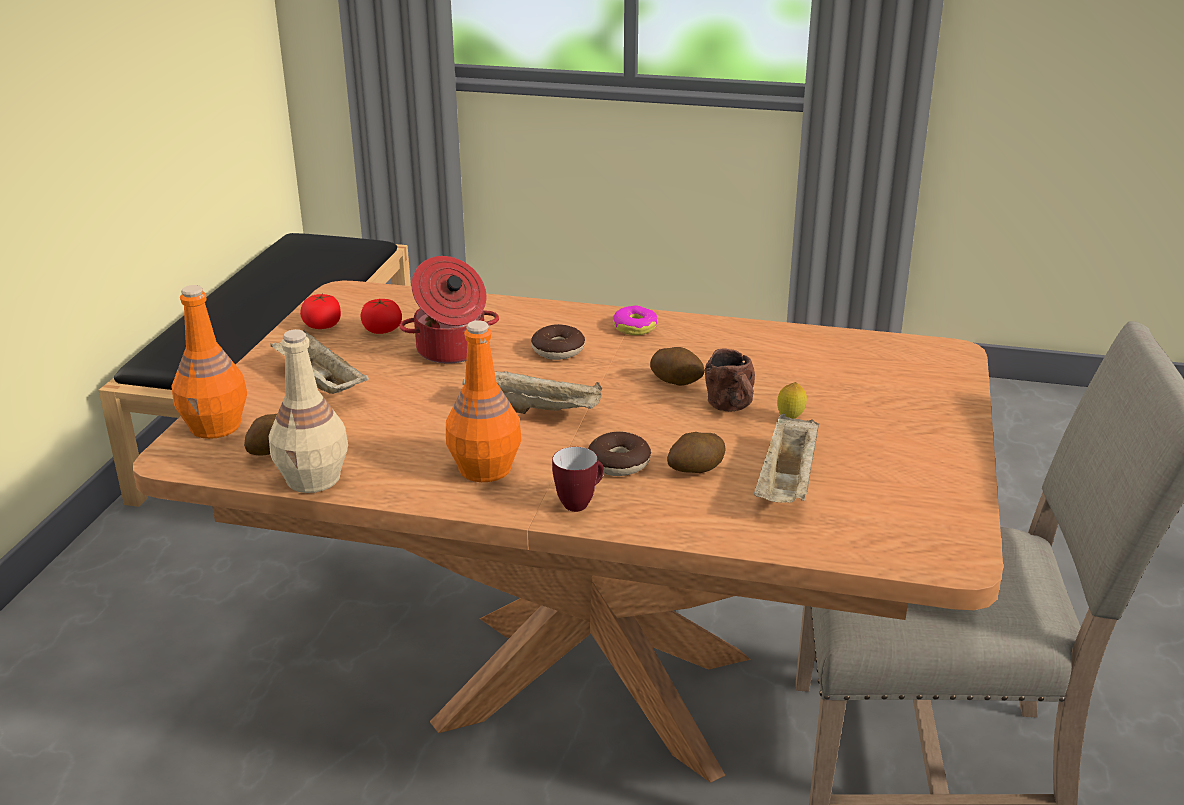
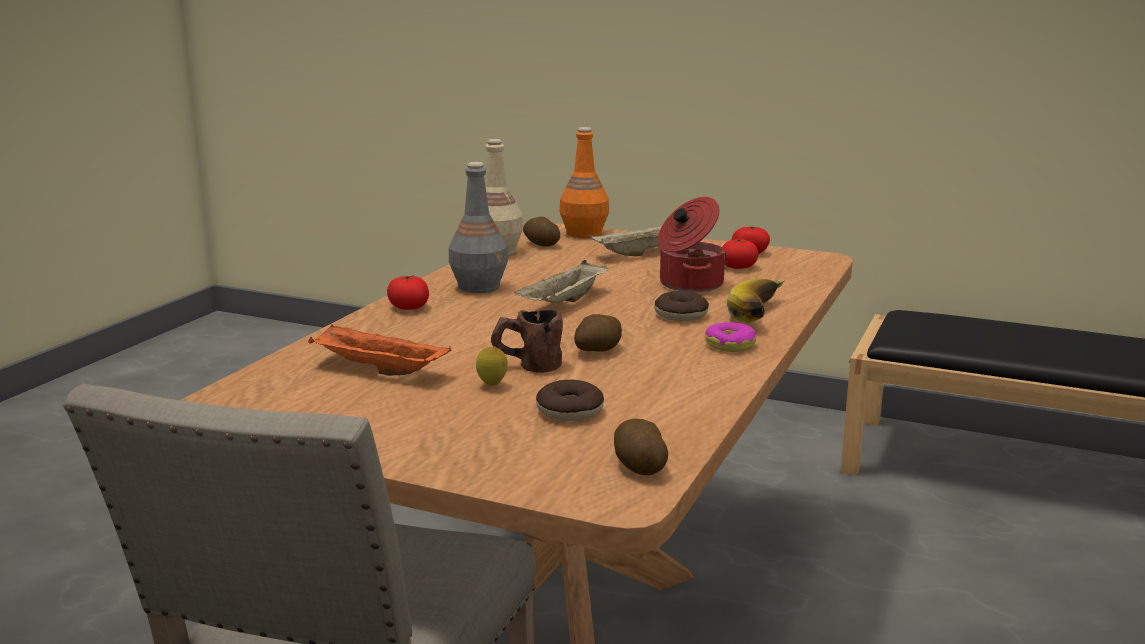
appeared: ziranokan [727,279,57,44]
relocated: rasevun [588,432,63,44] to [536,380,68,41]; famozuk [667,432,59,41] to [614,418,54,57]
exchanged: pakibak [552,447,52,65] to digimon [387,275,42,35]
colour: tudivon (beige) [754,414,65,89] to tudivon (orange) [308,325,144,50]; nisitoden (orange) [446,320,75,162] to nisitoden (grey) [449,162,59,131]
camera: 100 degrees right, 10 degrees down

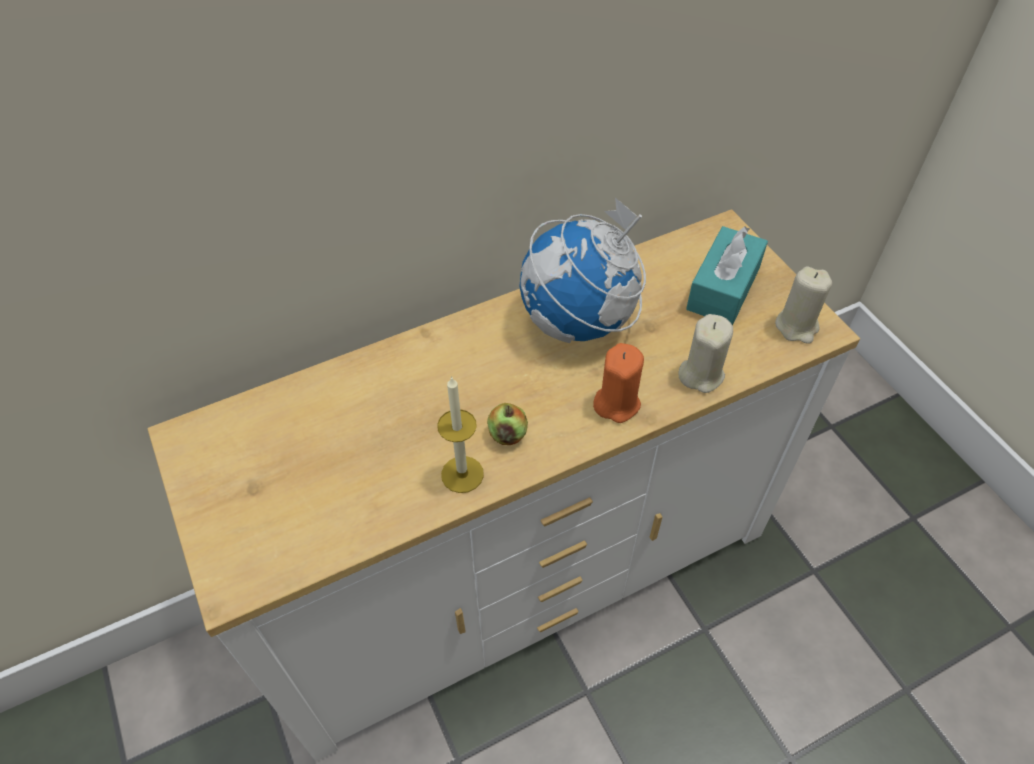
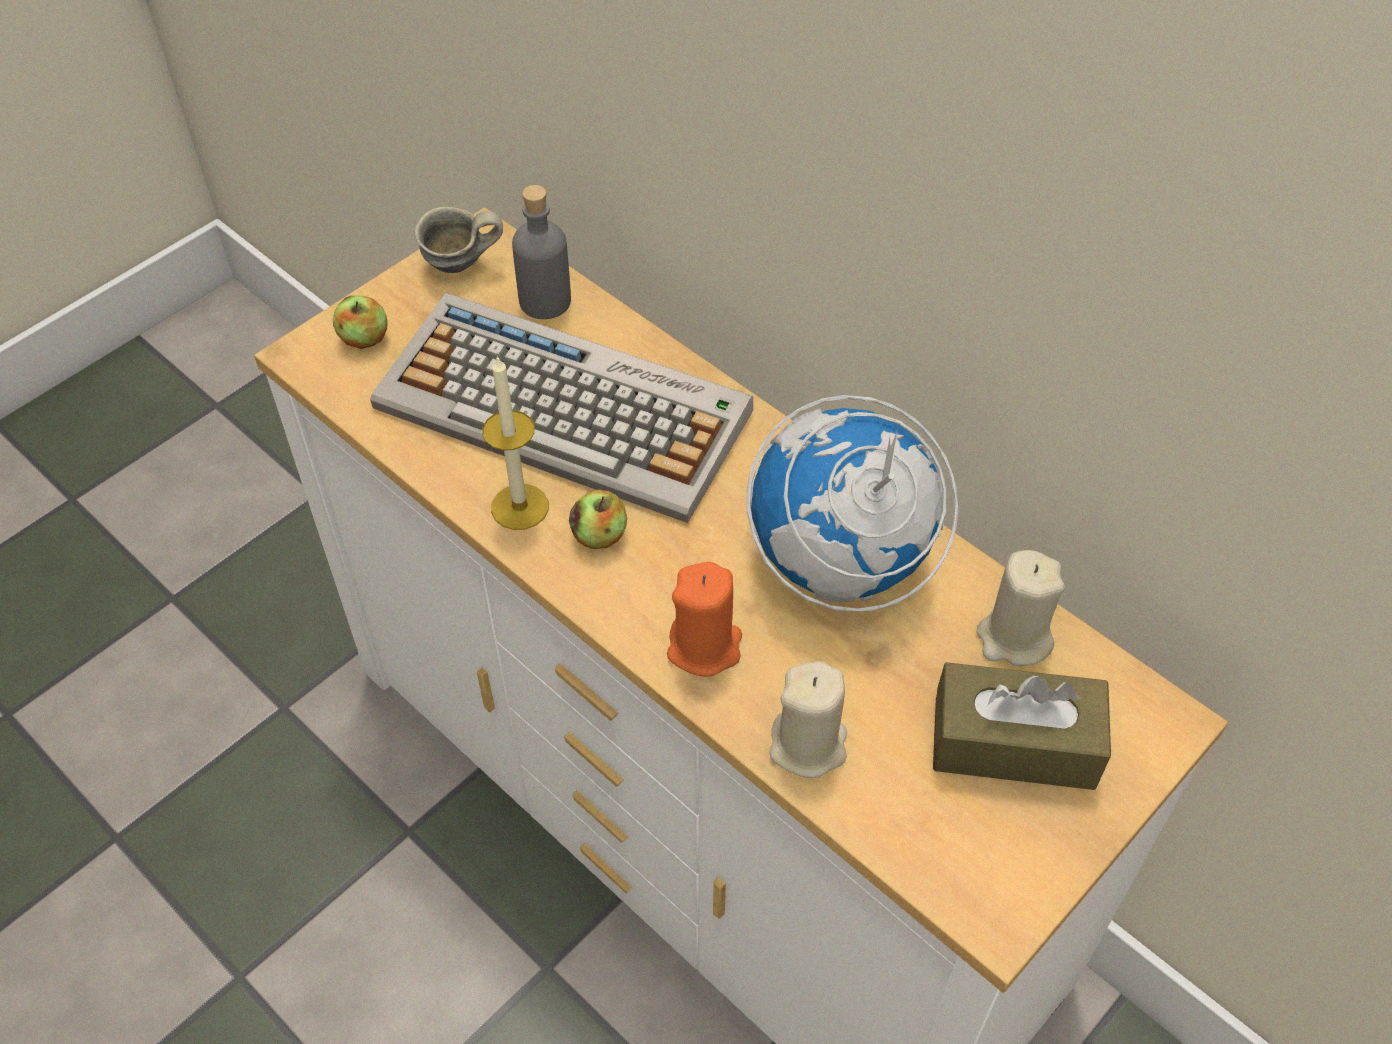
appeared: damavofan [333,296,55,53]; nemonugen [370,293,383,230]; pakibak (grey) [415,207,88,66]; nisitoden (grey) [512,185,59,134]
relocated: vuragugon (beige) [775,267,57,77] to [977,550,88,116]
colour: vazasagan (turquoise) [686,226,82,99] to vazasagan (brown) [933,662,178,128]
camera: 70 degrees right, 0 degrees up

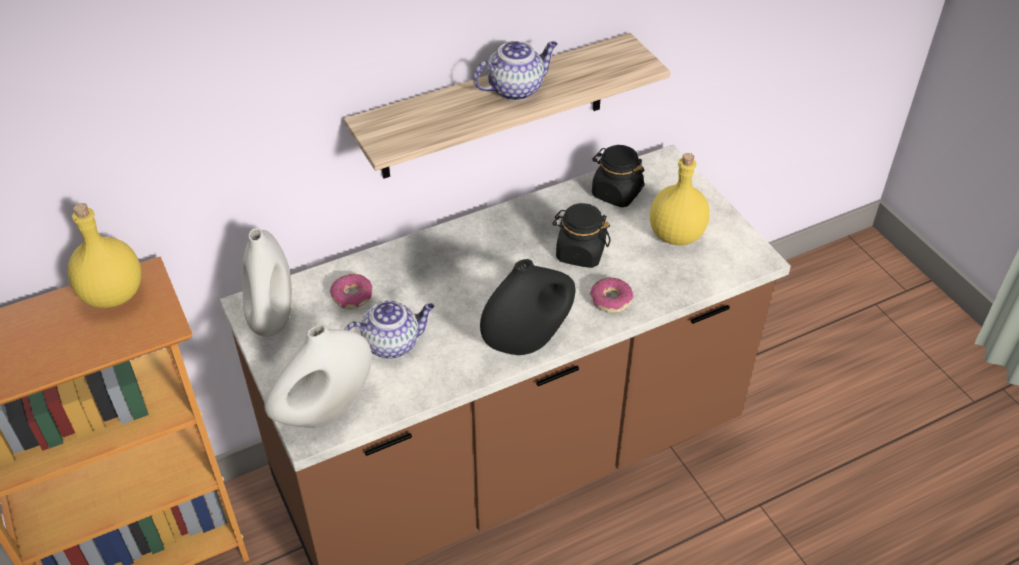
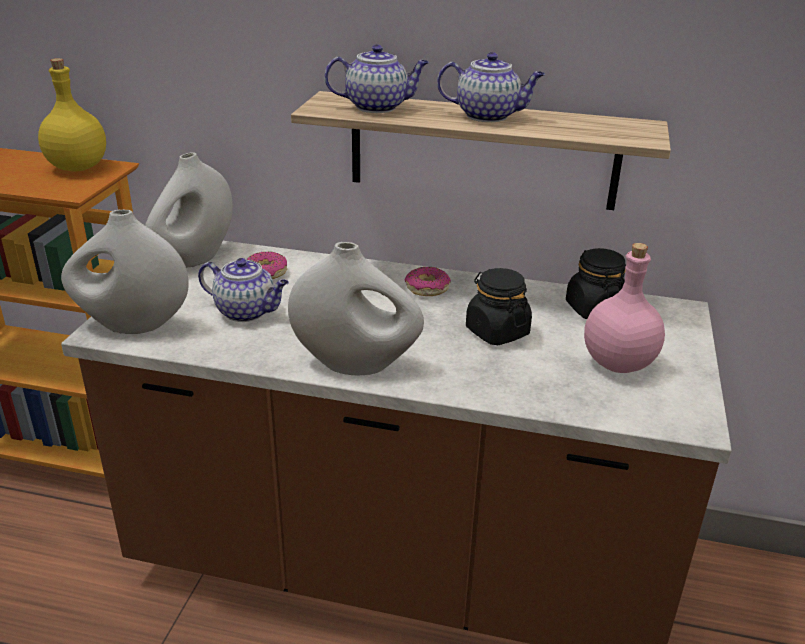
appeared: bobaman [324,45,105,68]
relocated: rasevun [590,278,44,35] to [405,267,46,29]
colour: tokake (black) [480,259,96,96] to tokake (white) [288,242,136,133]; nisitoden (yellow) [650,153,60,92] to nisitoden (pink) [584,243,81,130]
camera: 40 degrees right, 15 degrees down

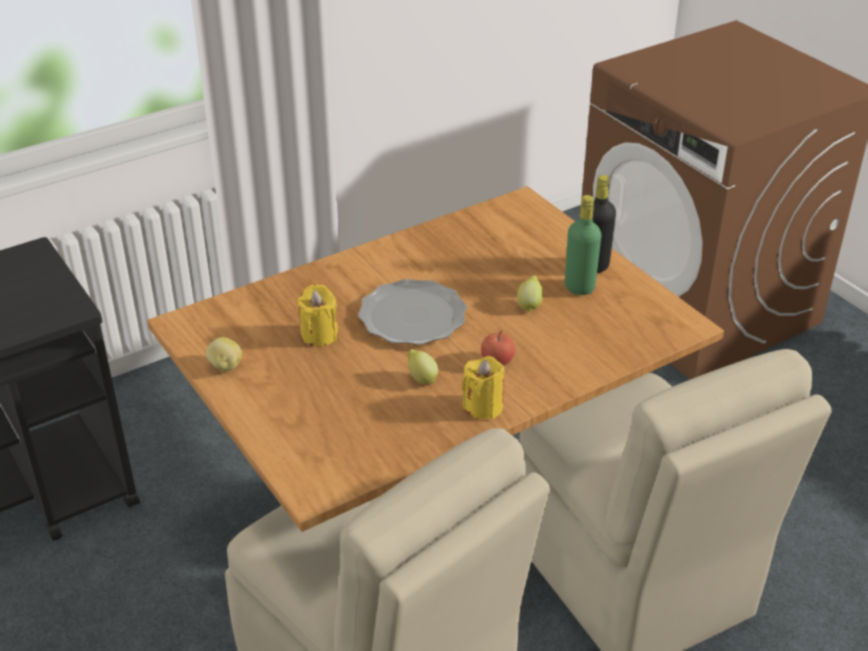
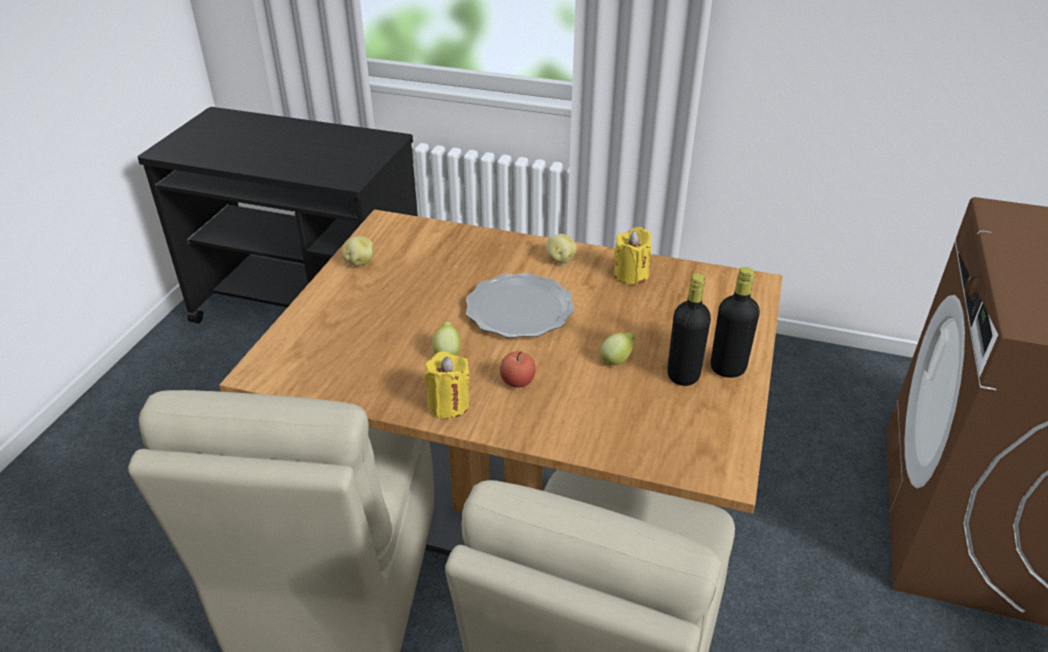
appeared: famozuk [546,234,31,29]
relocated: vuragugon (yellow) [297,284,41,63] to [614,227,38,58]
colour: nisitoden (green) [565,195,36,100] to nisitoden (black) [667,273,44,113]
camera: 50 degrees right, 0 degrees up

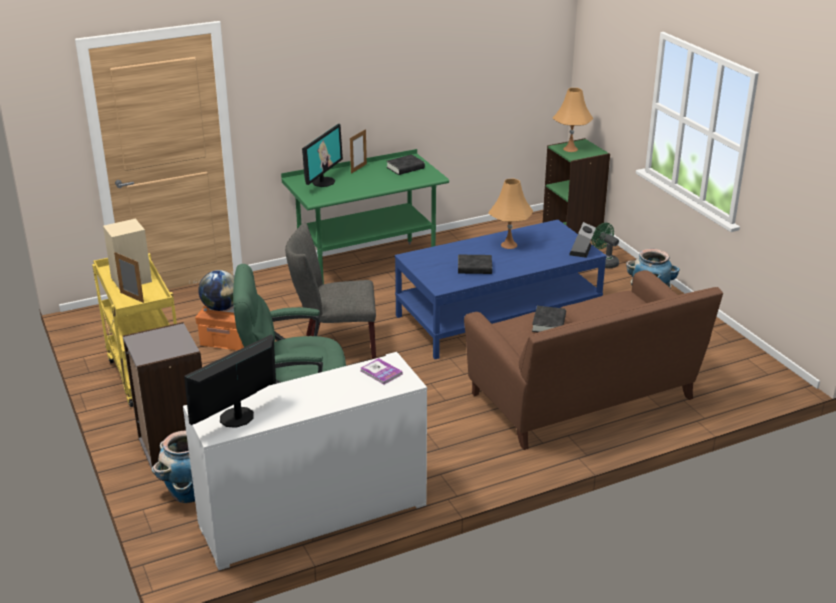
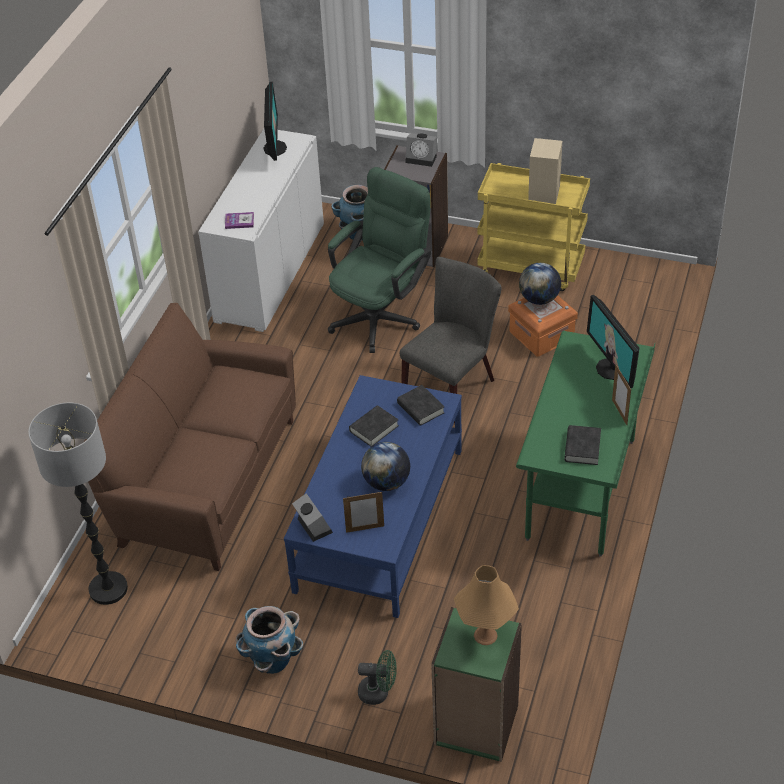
appeared: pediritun [28,403,100,202]; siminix [405,133,32,34]
relocated: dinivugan [114,252,30,51] to [343,491,41,42]; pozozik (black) [532,306,34,26] to [397,385,48,41]
exchanged: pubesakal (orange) [488,179,45,70] to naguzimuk [361,442,49,49]
camera: 135 degrees right, 15 degrees up

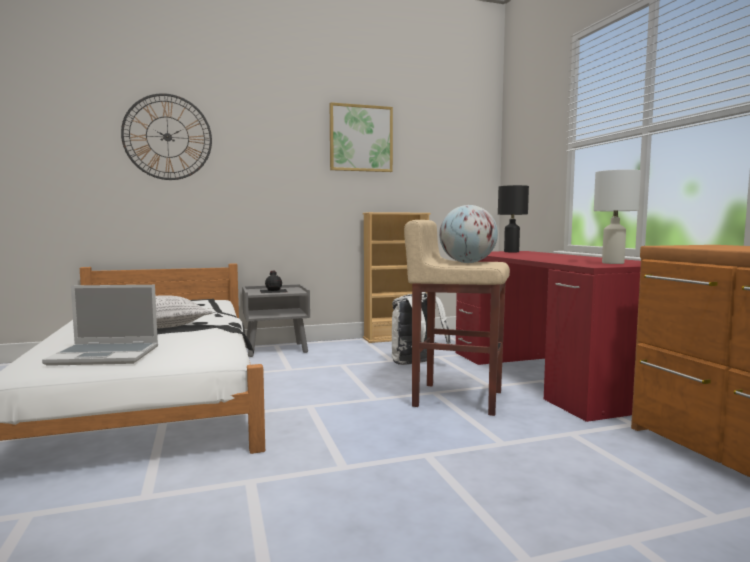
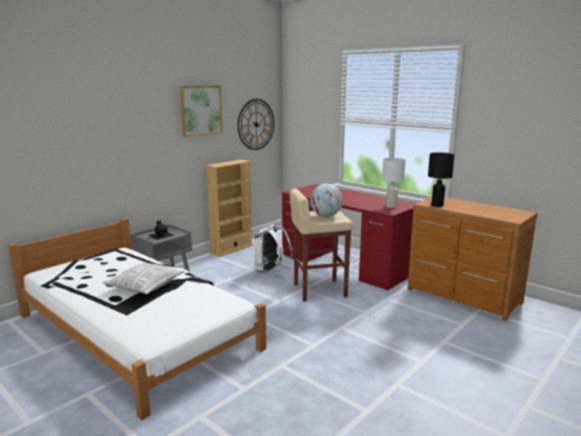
missing: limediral [42,285,116,81]
relocated: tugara [121,93,91,87] to [238,99,36,51]; pubesakal (black) [498,185,31,67] to [428,152,27,55]
camera: 30 degrees left, 10 degrees up

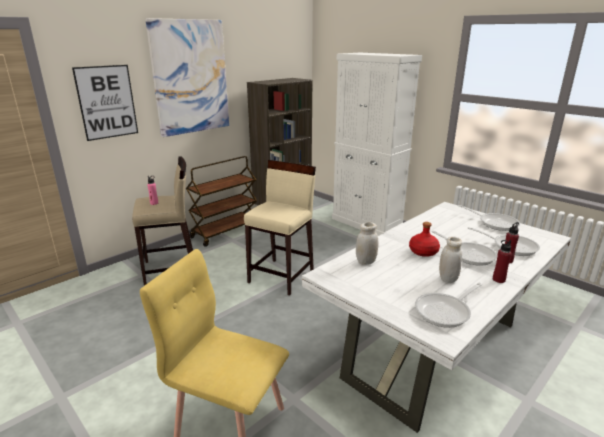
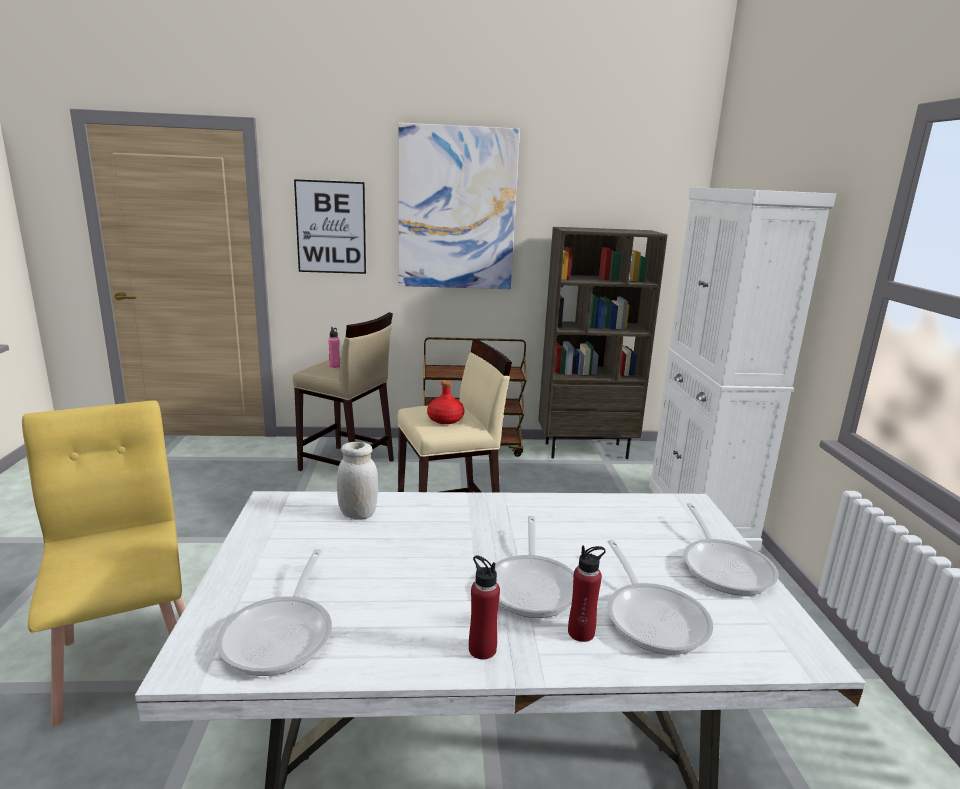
missing: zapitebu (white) [439,237,23,46]
relocated: nisitoden (red) [409,222,31,35] to [427,380,37,44]
spun: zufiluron [415,283,67,45] = [216,549,116,127] 90 degrees counterclockwise
camera: 40 degrees right, 5 degrees down

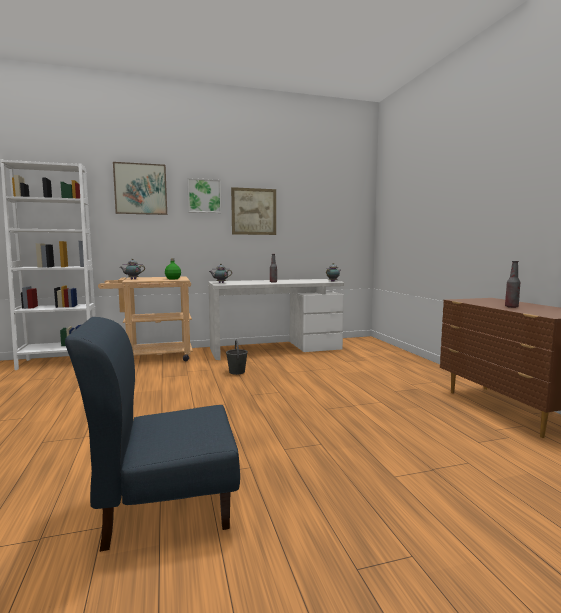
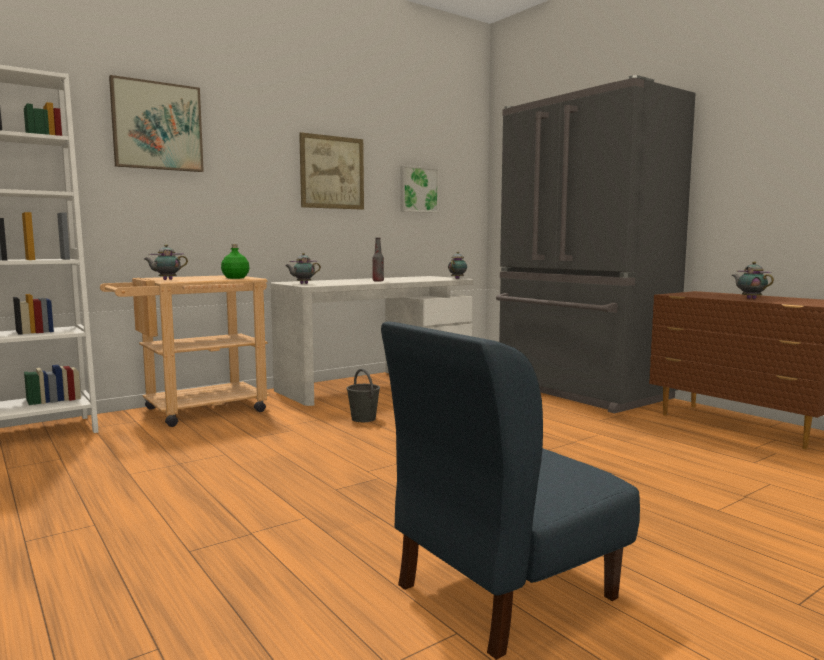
appeared: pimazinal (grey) [496,75,200,339]
relocated: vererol [187,178,34,35] to [400,165,39,48]
exchanged: nisitoden [505,261,15,47] to bobaman [732,262,42,37]
camera: 20 degrees left, 0 degrees up

